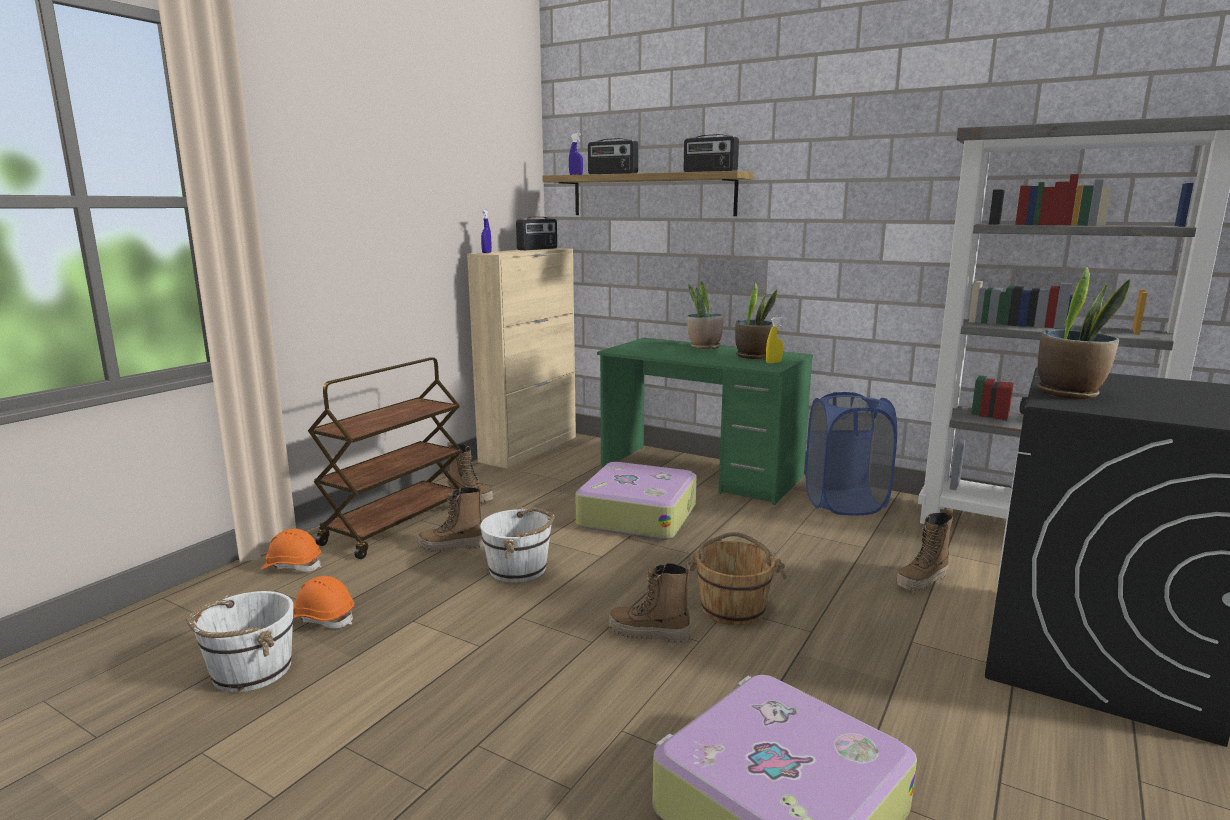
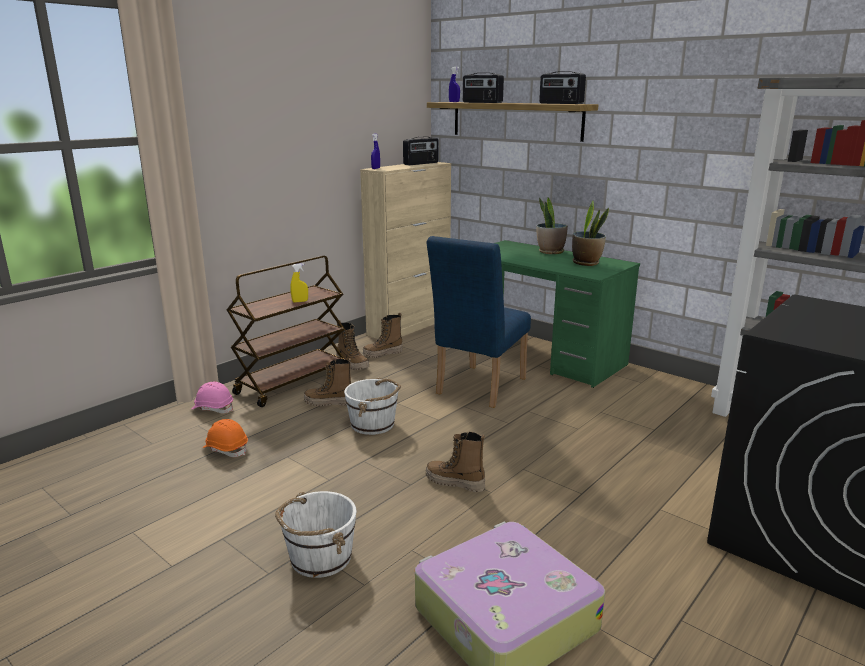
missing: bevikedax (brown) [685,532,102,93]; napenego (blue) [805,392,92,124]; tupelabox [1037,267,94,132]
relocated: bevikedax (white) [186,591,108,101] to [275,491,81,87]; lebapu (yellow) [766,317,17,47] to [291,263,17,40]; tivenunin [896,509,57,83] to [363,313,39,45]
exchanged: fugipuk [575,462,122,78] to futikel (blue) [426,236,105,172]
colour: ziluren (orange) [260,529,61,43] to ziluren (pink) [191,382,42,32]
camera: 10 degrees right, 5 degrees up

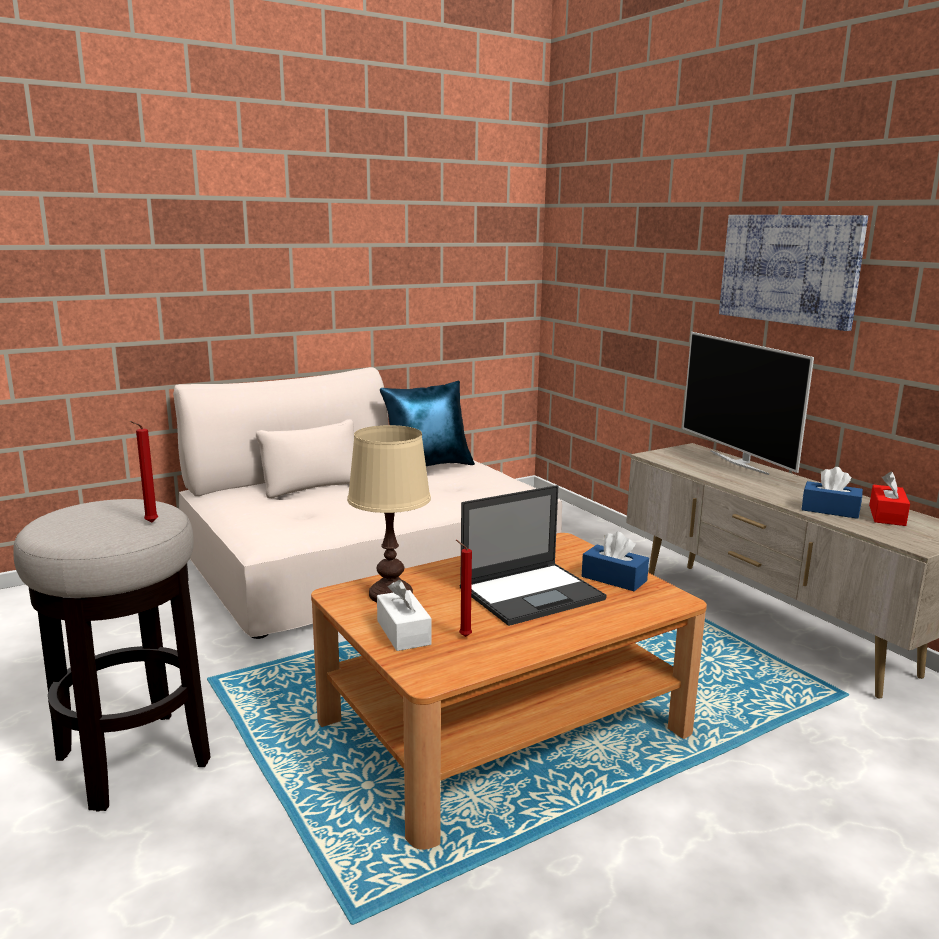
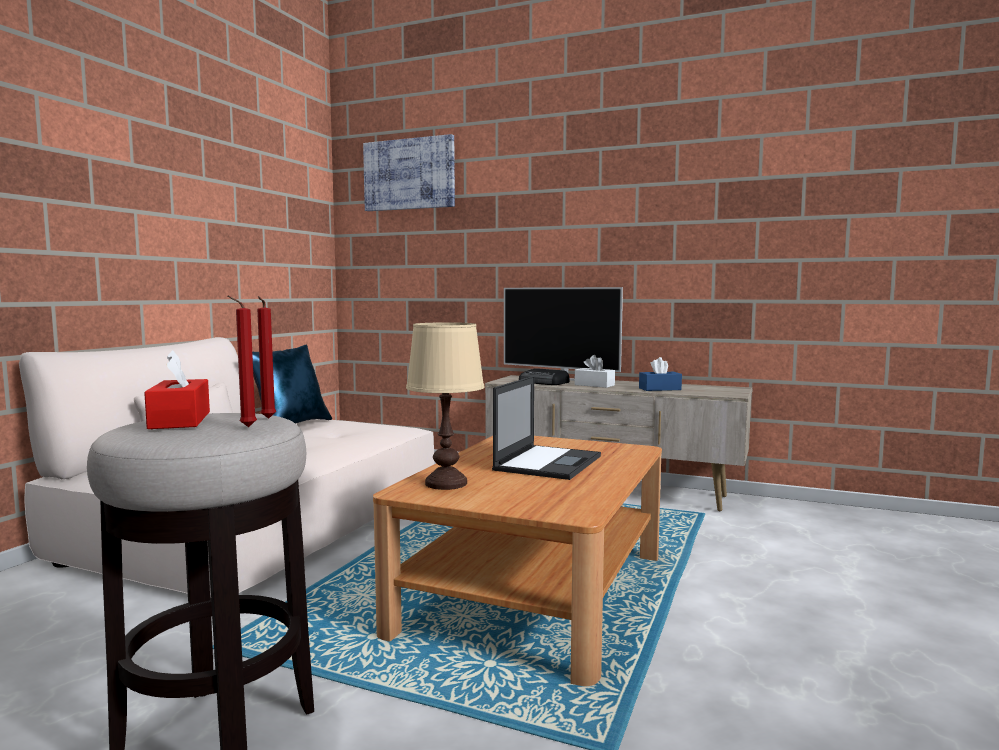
missing: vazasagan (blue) [582,532,67,59]
appeared: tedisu [519,368,51,17]
relocated: vazasagan (red) [869,472,41,54] to [144,350,66,79]; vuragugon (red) [456,540,16,97] to [228,296,29,131]; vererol [719,215,149,116] to [363,134,92,77]; vazasagan (white) [377,580,54,71] to [575,355,40,33]
camera: 35 degrees left, 10 degrees down

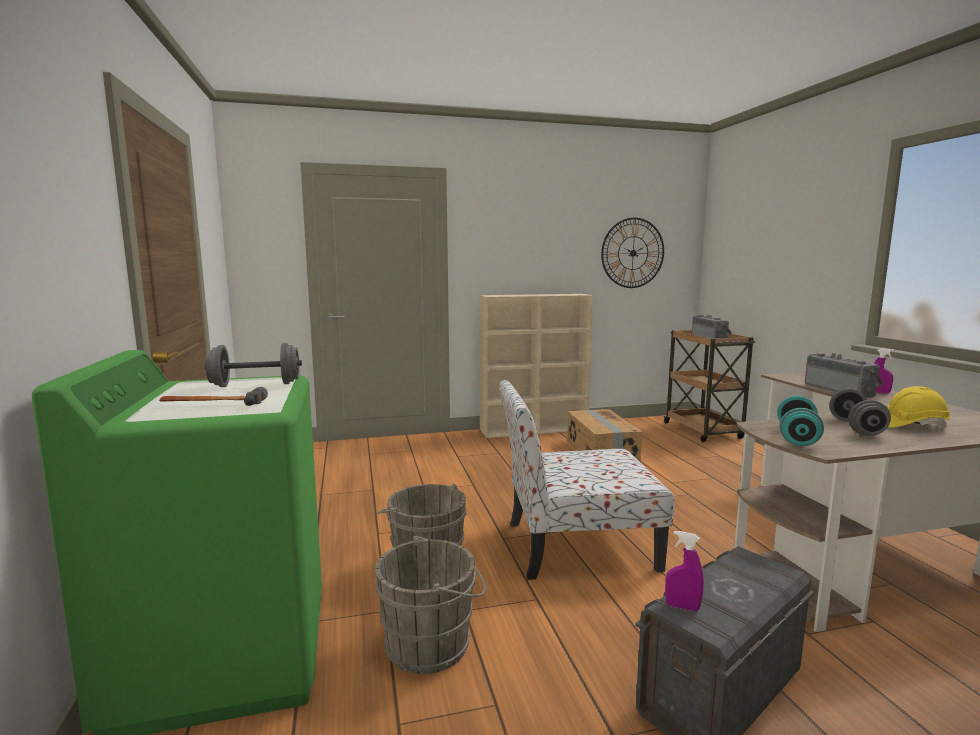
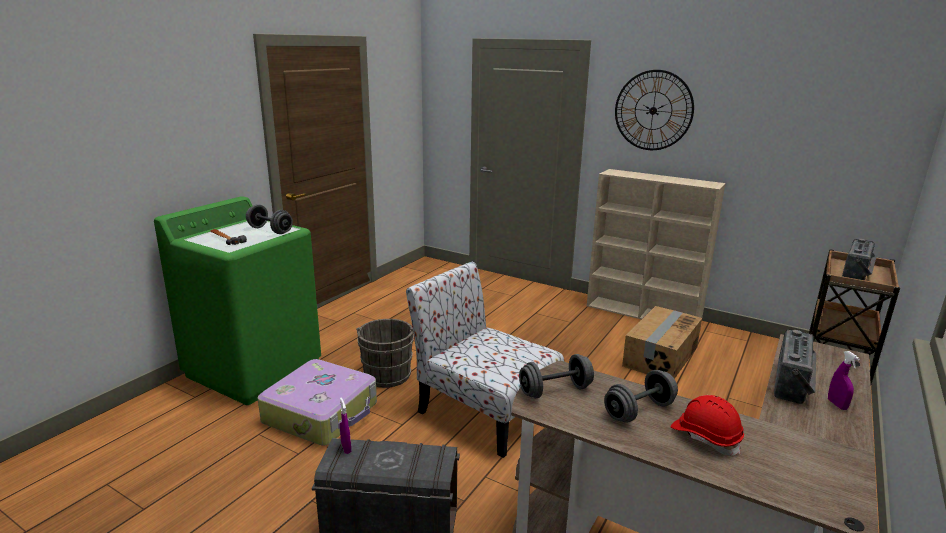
relocated: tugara [601,218,63,70] to [615,70,79,80]
exchanged: bevikedax (grey) [375,536,111,138] to fugipuk [258,359,119,87]
colour: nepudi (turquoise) [777,396,47,50] to nepudi (grey) [519,354,75,44]; ziluren (yellow) [887,386,64,42] to ziluren (red) [671,395,73,61]
camera: 45 degrees right, 10 degrees up

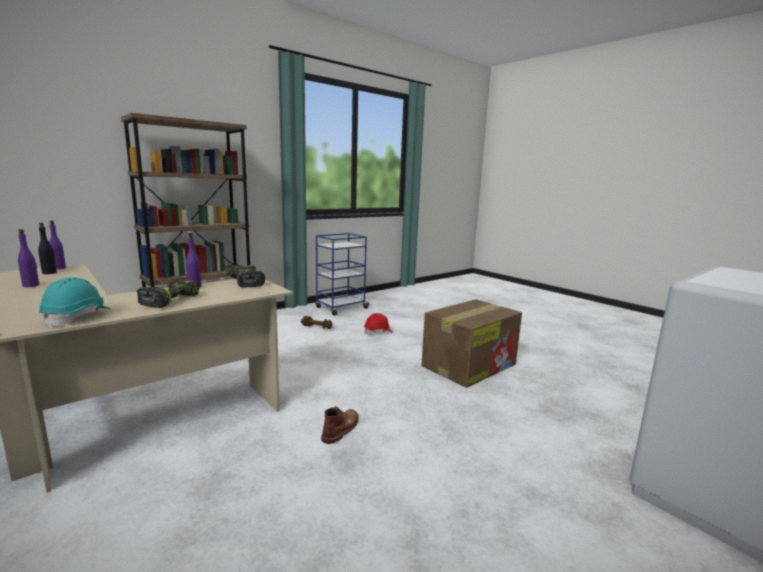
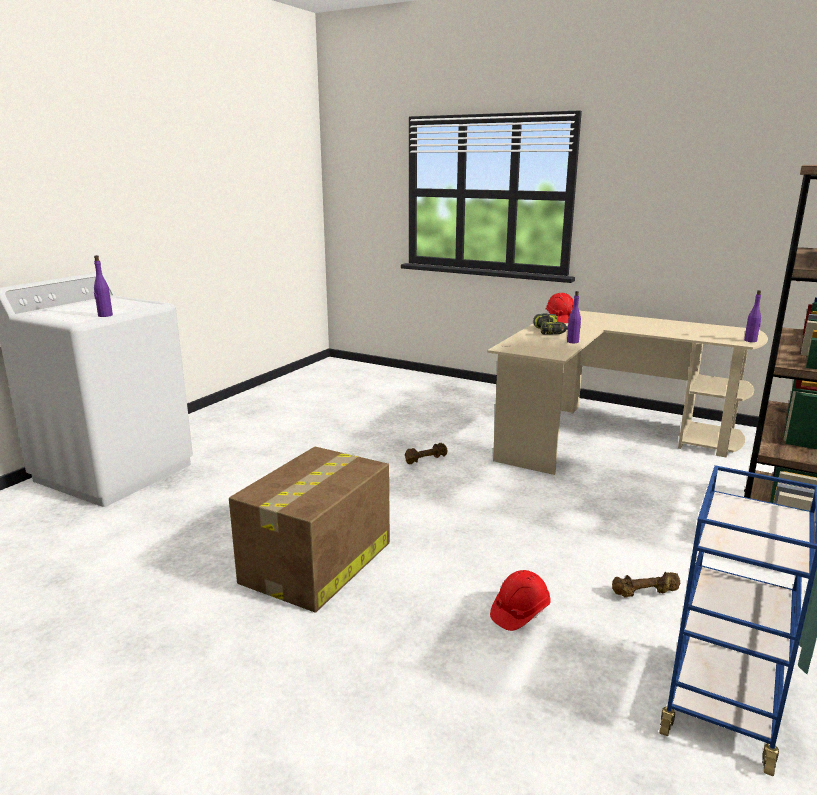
missing: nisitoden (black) [38,223,19,51]; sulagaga [227,265,38,23]
relocated: nisitoden (purple) [18,229,21,58] to [94,255,19,62]
exchanged: tivenunin (brown) [321,406,38,38] to nepudi (brown) [405,443,42,21]
colour: ziluren (turquoise) [39,277,72,51] to ziluren (red) [545,293,29,30]
camera: 160 degrees right, 5 degrees up

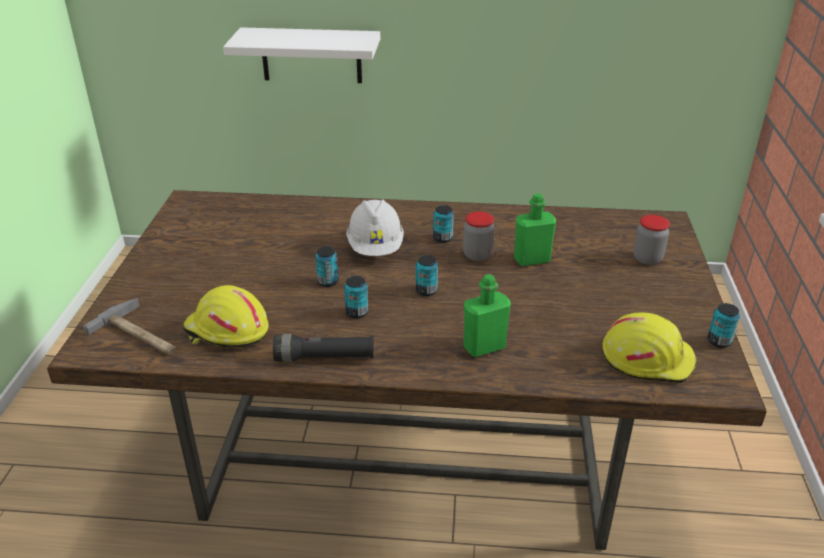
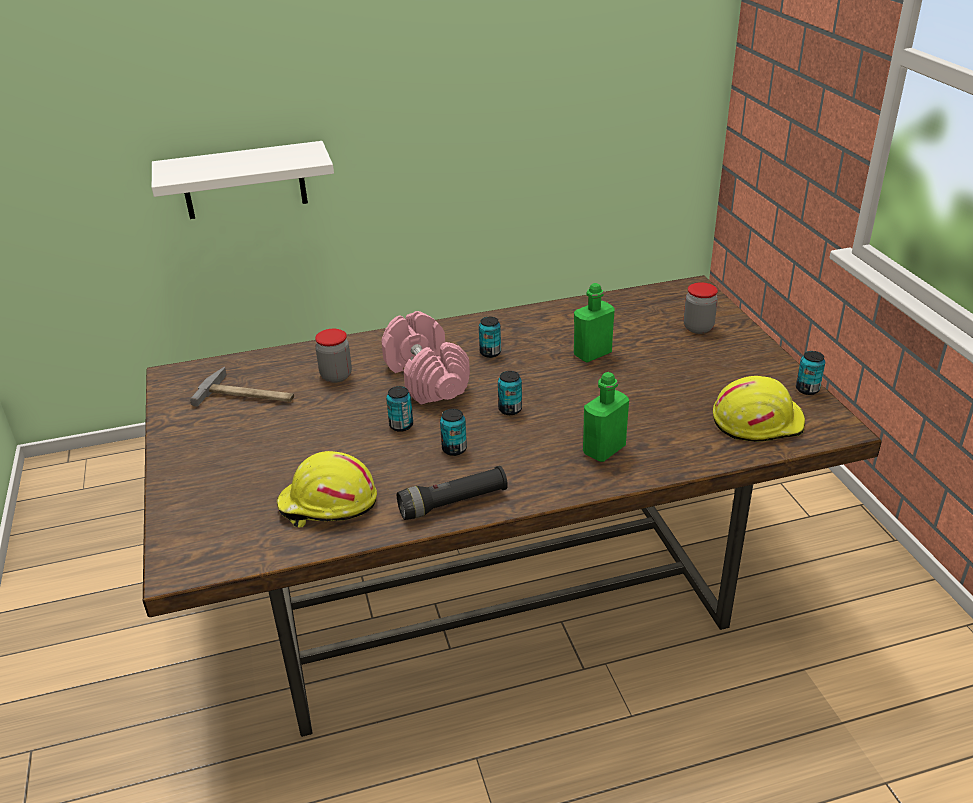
relocated: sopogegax [83,298,93,57] to [190,367,104,40]; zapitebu [463,211,32,50] to [315,329,37,54]
exchanged: ziluren (white) [346,199,58,57] to nepudi (pink) [382,311,88,93]
camera: 20 degrees left, 0 degrees up

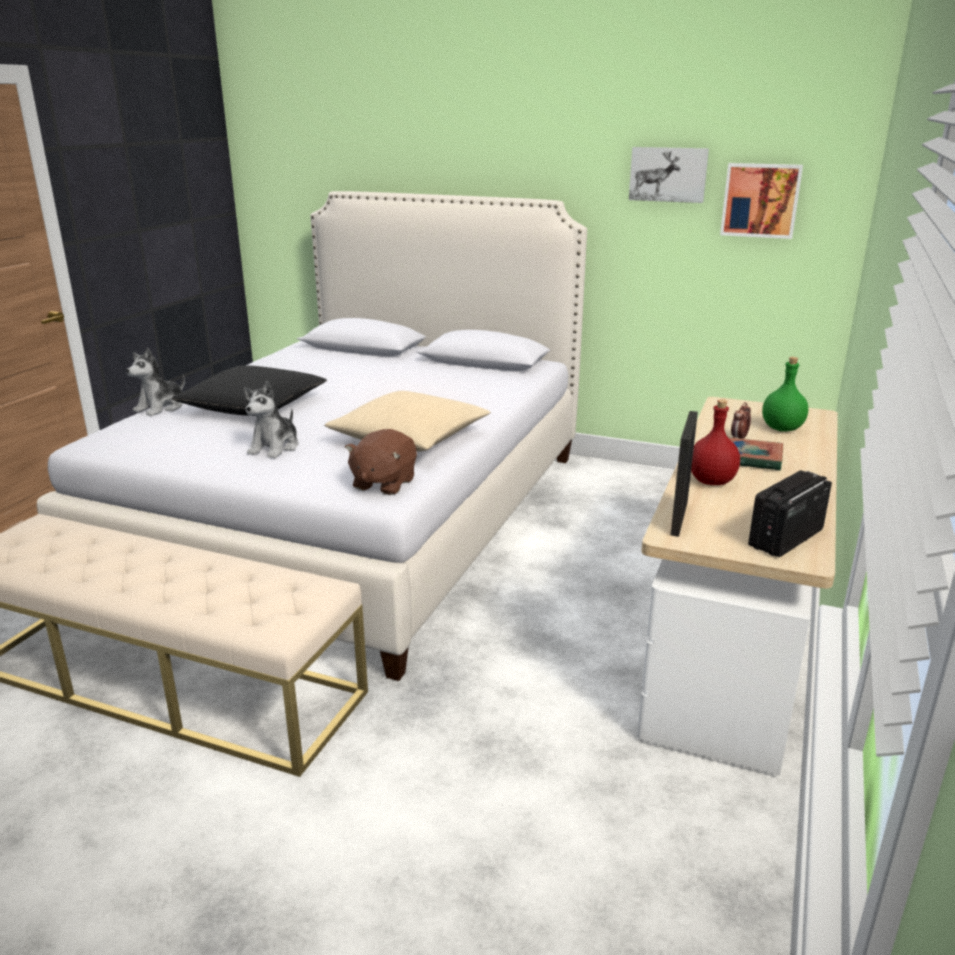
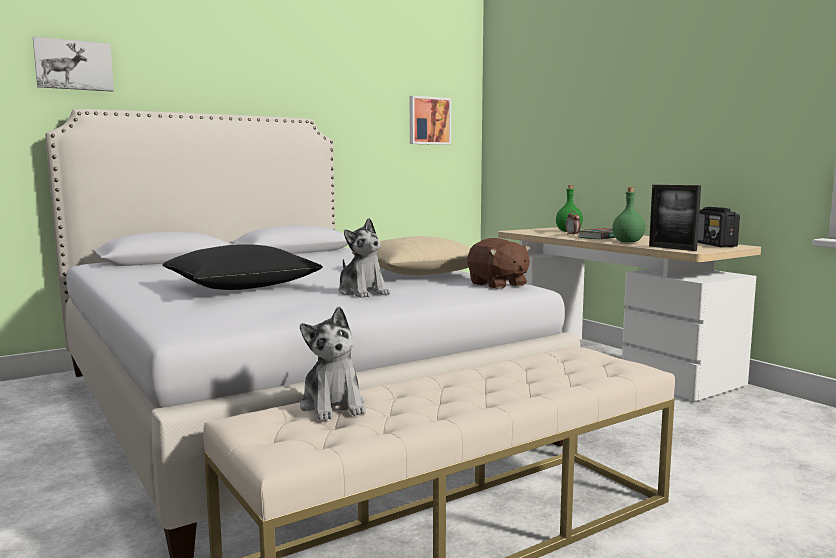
relocated: vererol [629,147,80,56] to [33,36,81,56]; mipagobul [126,347,59,69] to [300,306,66,115]
colour: nisitoden (red) [691,399,49,86] to nisitoden (green) [612,188,33,55]
camera: 55 degrees left, 15 degrees down

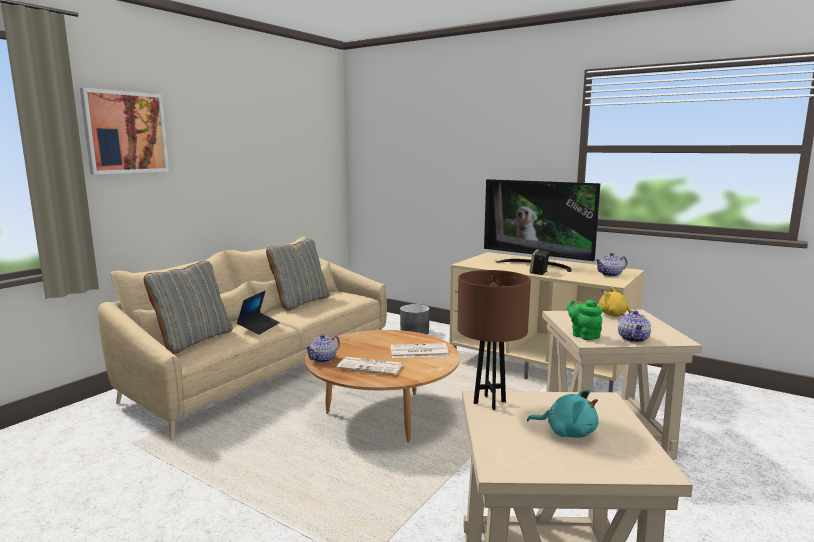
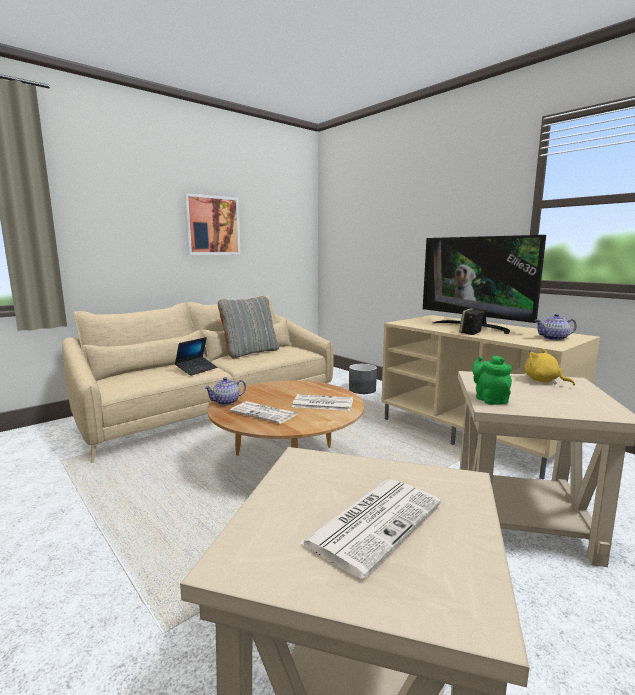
missing: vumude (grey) [144,260,89,94]; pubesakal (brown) [458,270,73,140]; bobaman [618,310,33,33]
relocated: vererol [80,88,89,87] to [184,193,57,62]
exchanged: mipagobul (turquoise) [527,389,71,49] to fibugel [299,479,142,100]
camera: 15 degrees right, 0 degrees up

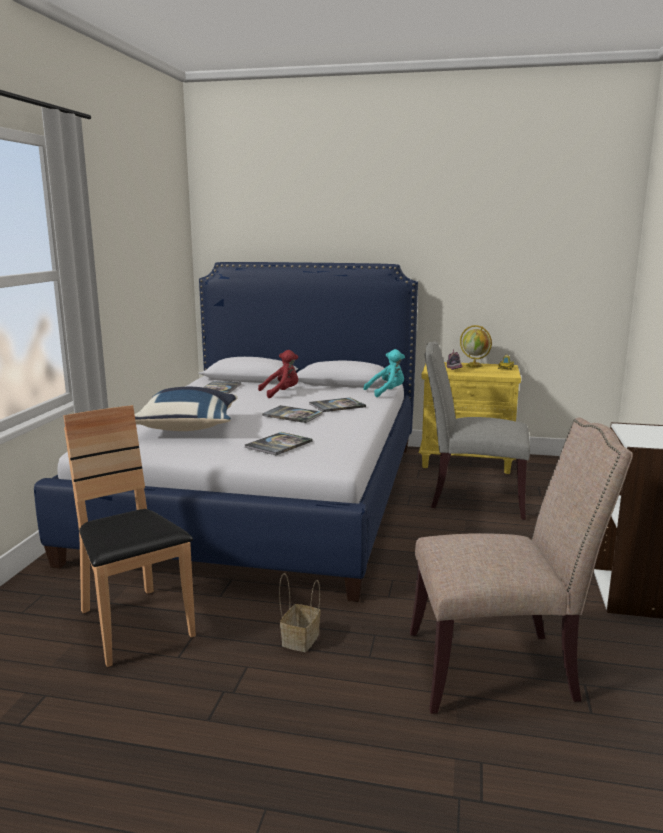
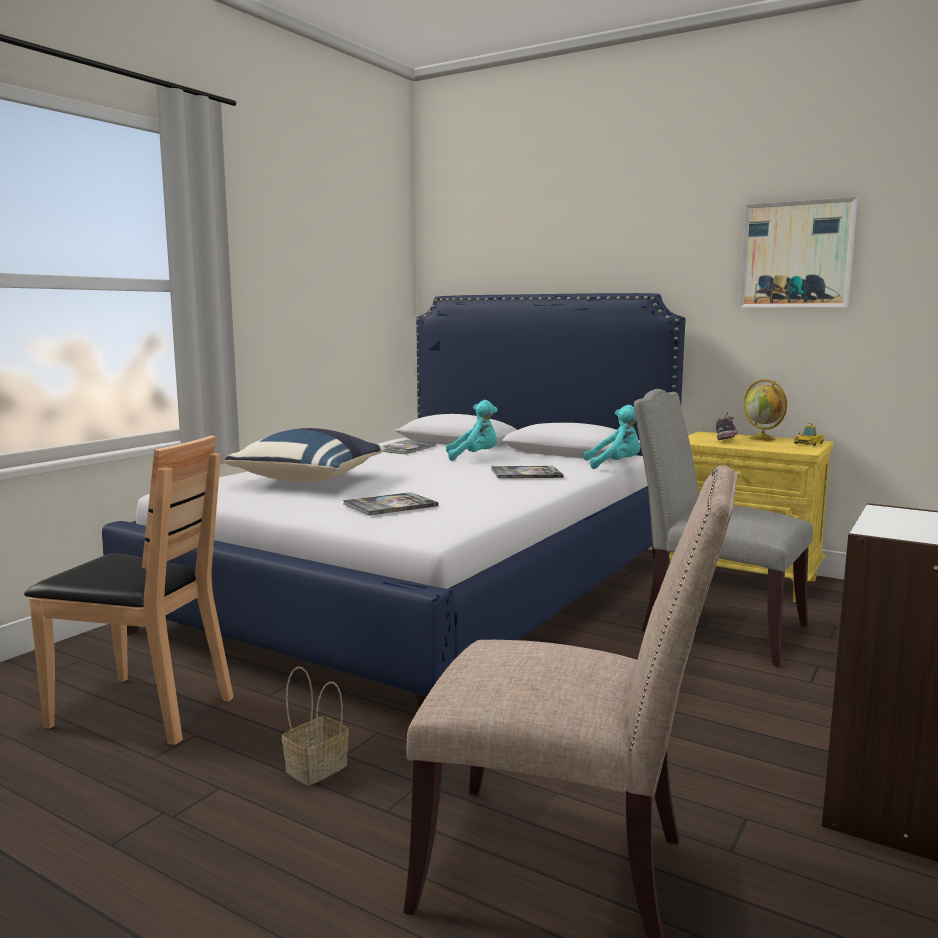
missing: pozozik [262,405,61,18]
appeared: vererol [739,197,119,111]
colour: mipagobul (red) [258,350,40,48] to mipagobul (turquoise) [446,400,51,61]
spun: futikel (brown) [63,405,133,262] = [24,435,210,310] 120 degrees clockwise
camera: 20 degrees right, 5 degrees down

